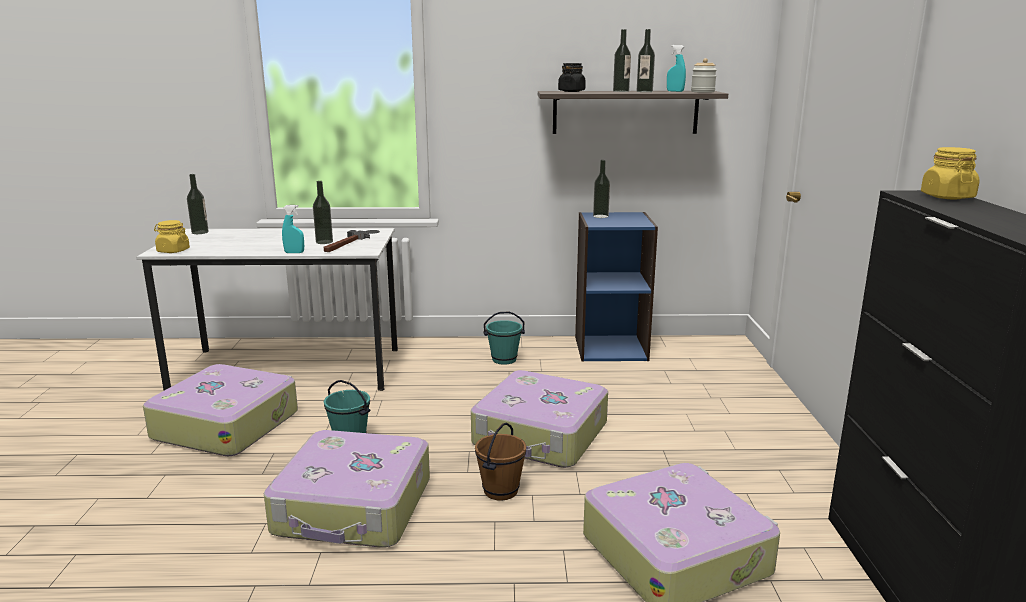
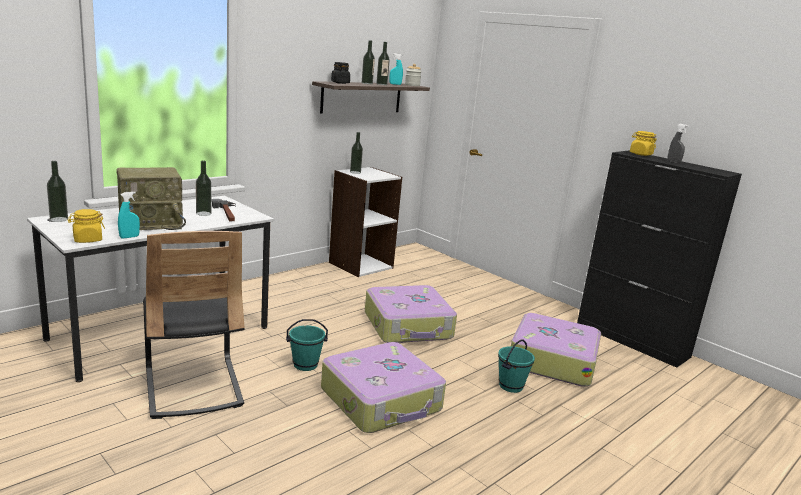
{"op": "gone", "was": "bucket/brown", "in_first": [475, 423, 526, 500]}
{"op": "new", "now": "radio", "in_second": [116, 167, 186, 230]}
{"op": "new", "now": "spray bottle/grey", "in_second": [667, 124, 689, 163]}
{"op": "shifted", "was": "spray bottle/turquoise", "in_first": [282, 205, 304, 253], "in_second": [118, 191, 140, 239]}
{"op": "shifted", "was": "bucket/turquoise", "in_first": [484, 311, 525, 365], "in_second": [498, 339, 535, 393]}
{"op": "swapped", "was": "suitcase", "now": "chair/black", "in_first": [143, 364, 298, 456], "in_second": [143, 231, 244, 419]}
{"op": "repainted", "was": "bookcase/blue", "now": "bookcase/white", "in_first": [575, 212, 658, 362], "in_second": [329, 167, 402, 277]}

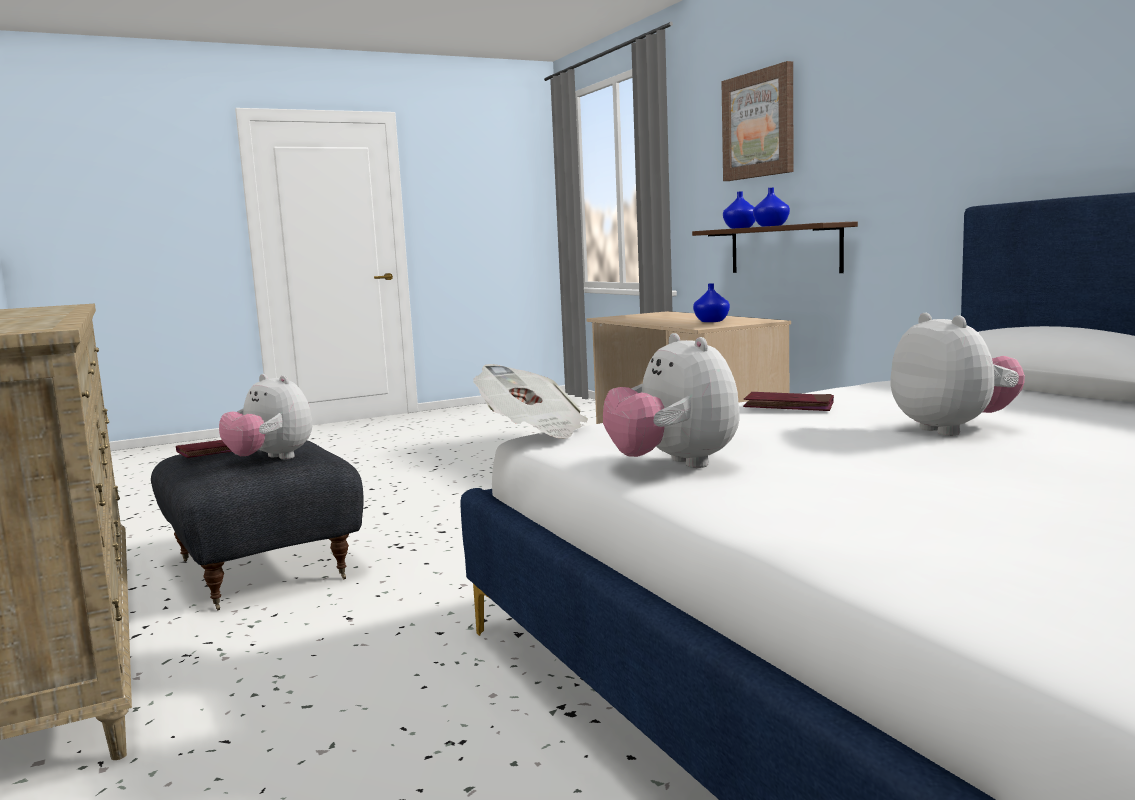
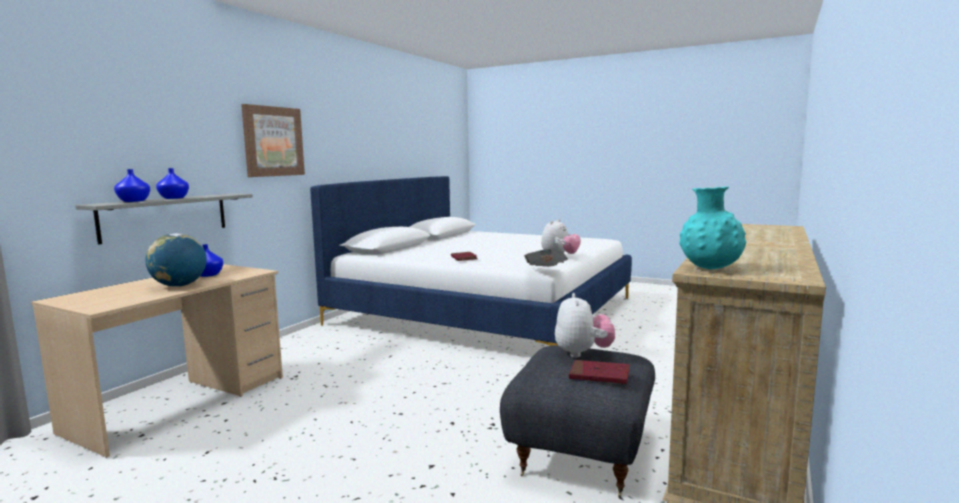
{"op": "gone", "was": "plush toy", "in_first": [890, 313, 1025, 436]}
{"op": "new", "now": "globe", "in_second": [145, 233, 207, 287]}
{"op": "new", "now": "vase/turquoise", "in_second": [679, 186, 746, 269]}
{"op": "shifted", "was": "picture", "in_first": [722, 61, 793, 181], "in_second": [241, 104, 305, 177]}
{"op": "repainted", "was": "shelf/brown", "now": "shelf/grey", "in_first": [692, 221, 858, 273], "in_second": [75, 193, 253, 245]}

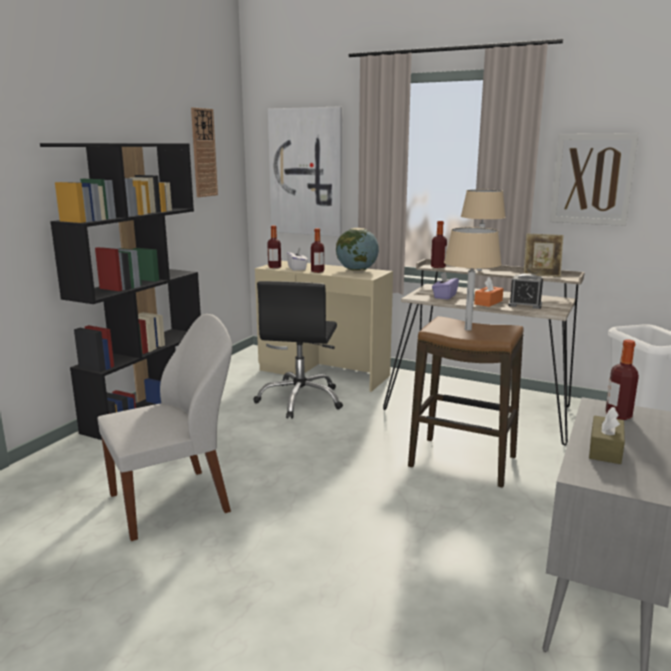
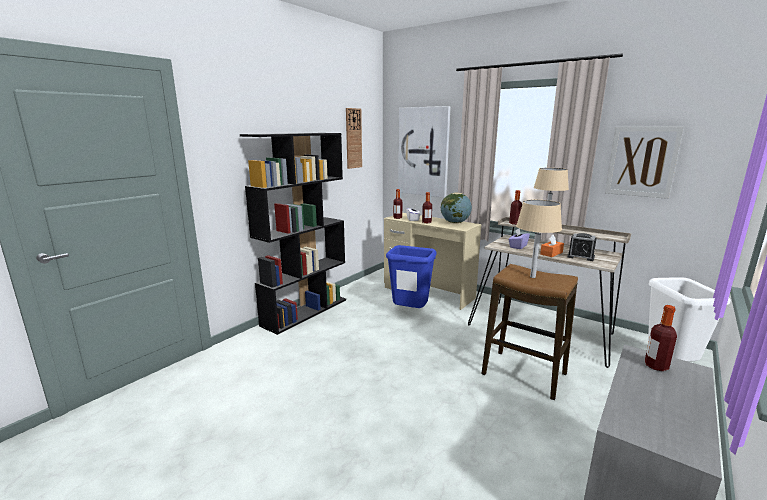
{"op": "gone", "was": "chair/white", "in_first": [98, 314, 232, 541]}
{"op": "gone", "was": "picture frame", "in_first": [524, 234, 564, 277]}
{"op": "gone", "was": "tissue box/brown", "in_first": [589, 407, 625, 464]}
{"op": "swapped", "was": "office chair/black", "now": "trash can/blue", "in_first": [254, 281, 343, 419], "in_second": [386, 245, 436, 308]}

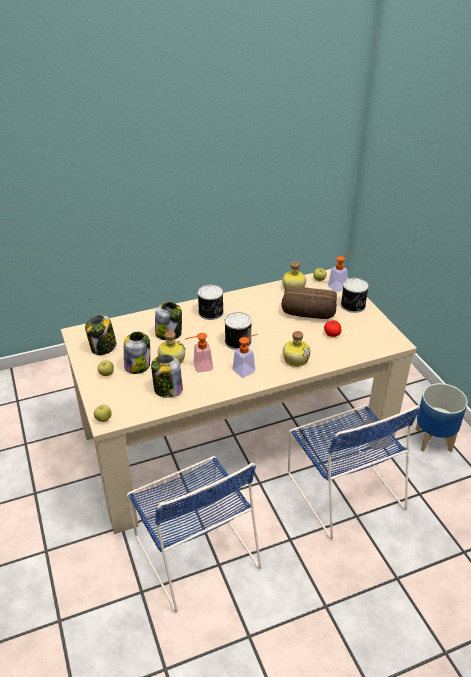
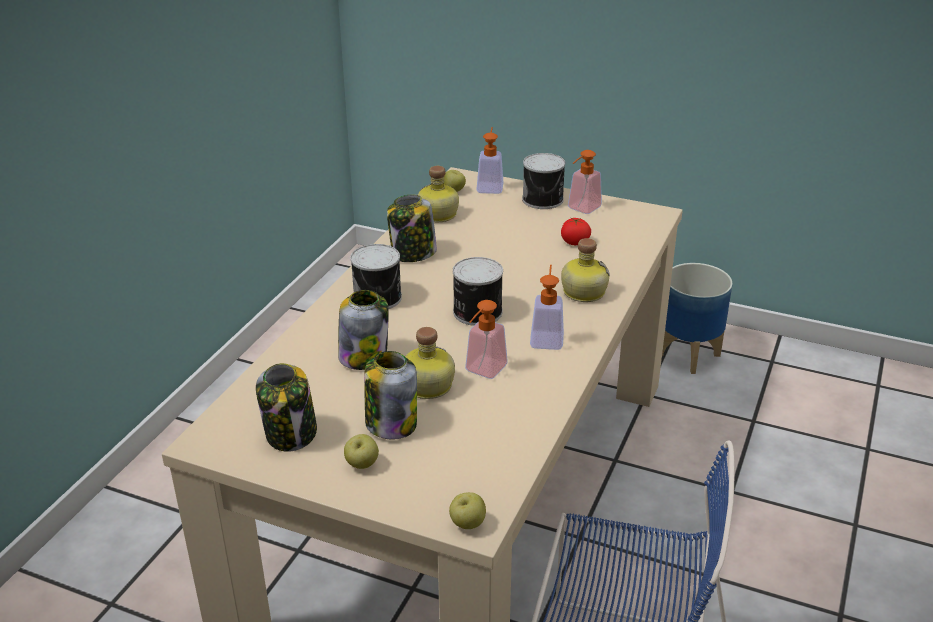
{"op": "gone", "was": "bread", "in_first": [282, 286, 337, 319]}
{"op": "gone", "was": "chair/blue", "in_first": [288, 405, 420, 539]}
{"op": "new", "now": "soap dispenser", "in_second": [568, 150, 602, 214]}
{"op": "shifted", "was": "jar", "in_first": [151, 354, 183, 398], "in_second": [387, 194, 437, 262]}

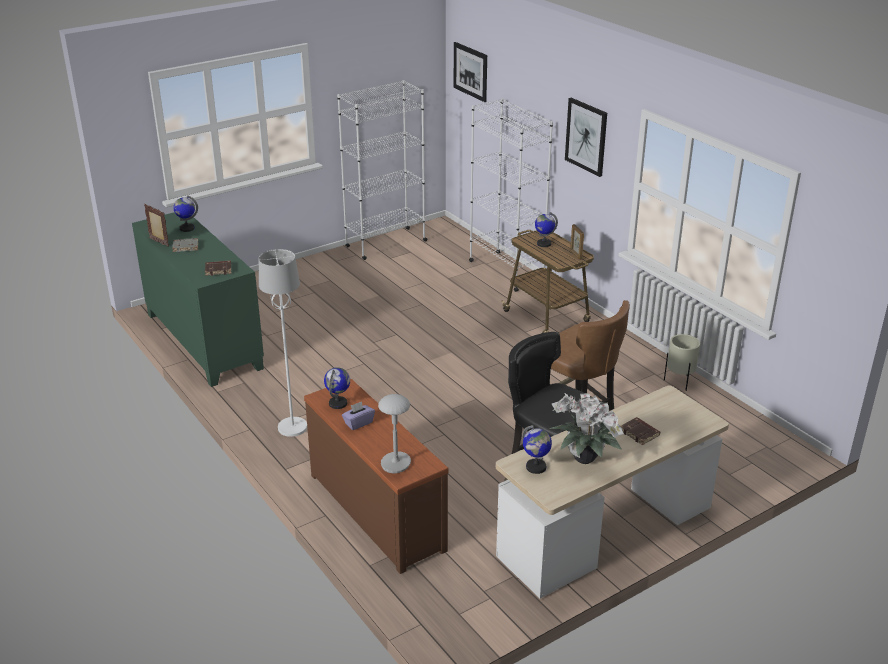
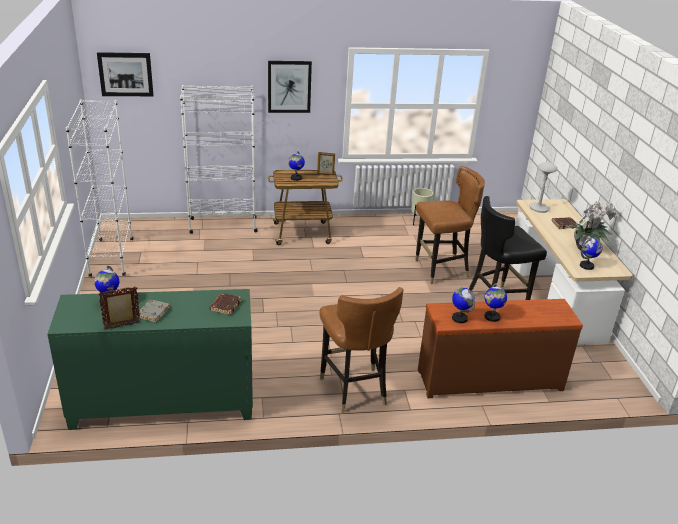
{"op": "shifted", "was": "table lamp/grey", "in_first": [378, 394, 411, 474], "in_second": [529, 162, 558, 213]}
{"op": "swapped", "was": "floor lamp/white", "now": "chair/brown", "in_first": [259, 249, 307, 437], "in_second": [320, 287, 404, 413]}
{"op": "swapped", "was": "tissue box/purple", "now": "globe", "in_first": [342, 402, 375, 430], "in_second": [485, 283, 507, 322]}

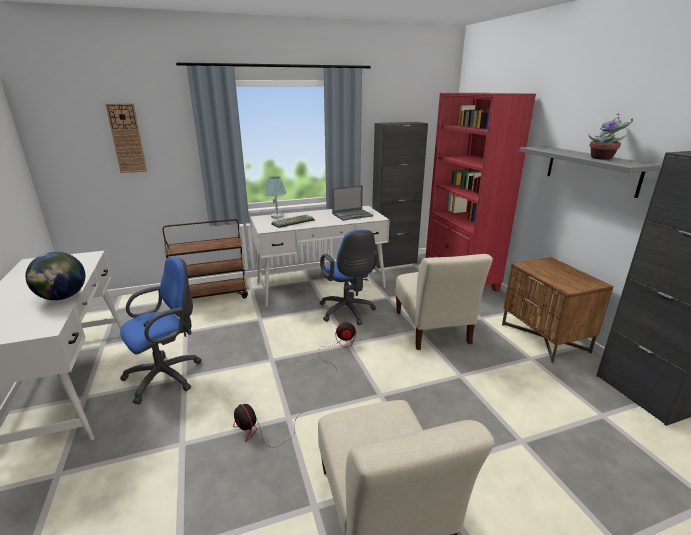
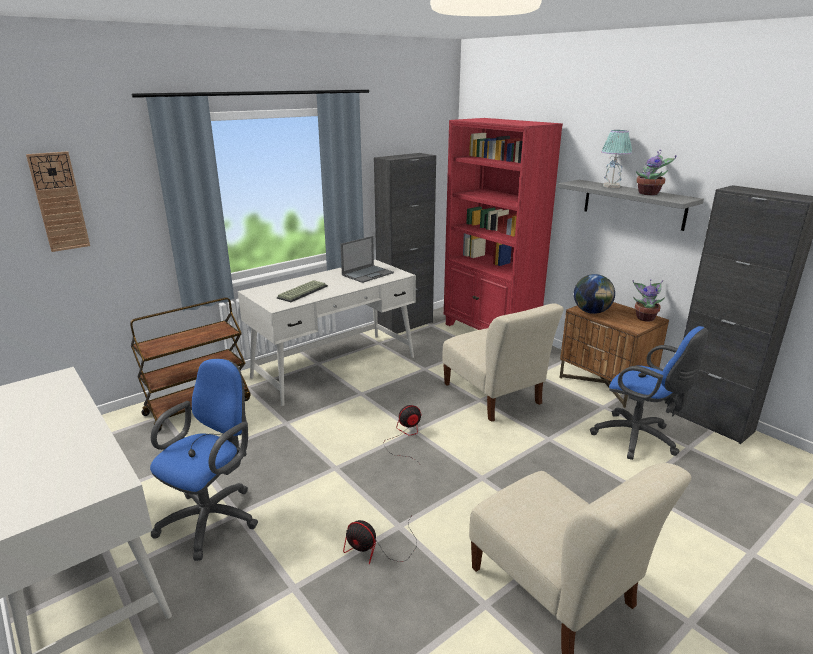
{"op": "new", "now": "potted plant", "in_second": [632, 279, 665, 322]}
{"op": "shifted", "was": "globe", "in_first": [25, 252, 85, 300], "in_second": [574, 274, 615, 314]}
{"op": "shifted", "was": "table lamp", "in_first": [265, 176, 286, 218], "in_second": [601, 130, 632, 188]}
{"op": "shifted", "was": "office chair/blue", "in_first": [320, 230, 378, 325], "in_second": [590, 326, 708, 460]}

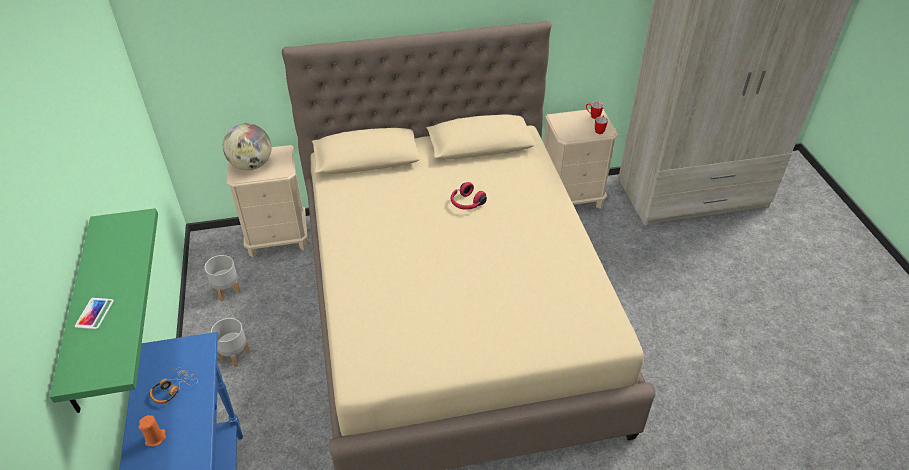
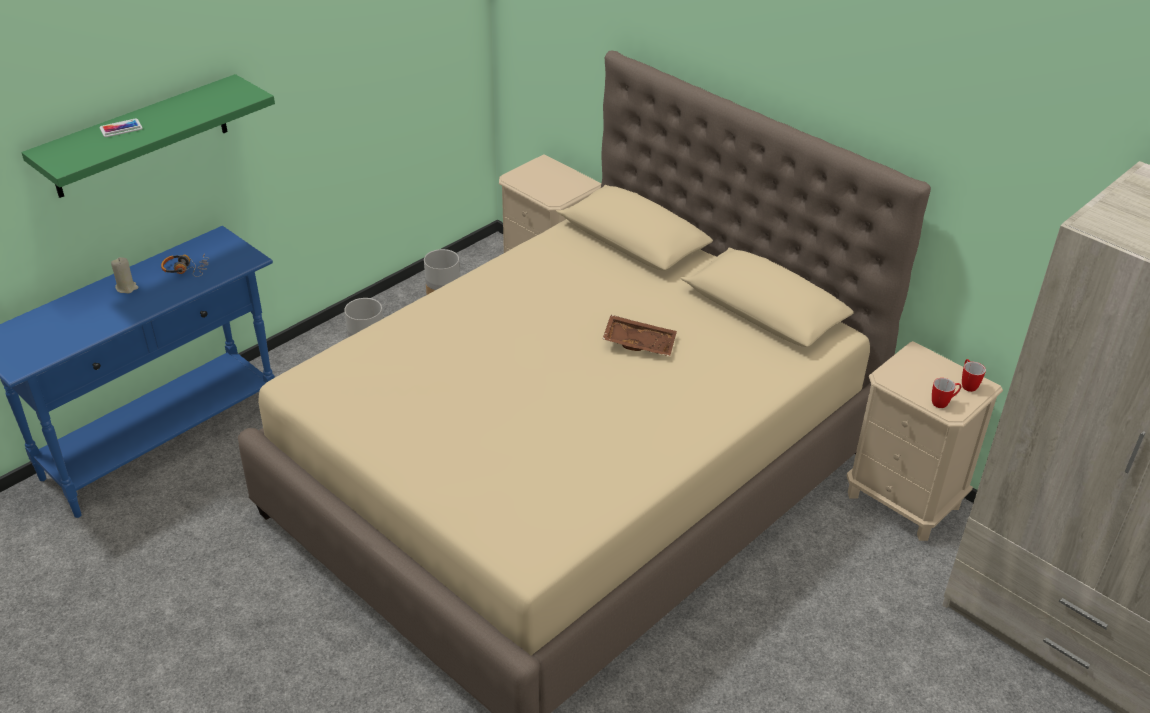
{"op": "gone", "was": "globe", "in_first": [223, 123, 272, 170]}
{"op": "swapped", "was": "headphones/red", "now": "tray/brown", "in_first": [451, 182, 487, 210], "in_second": [603, 315, 677, 357]}
{"op": "repainted", "was": "candle/orange", "now": "candle/beige", "in_first": [139, 415, 166, 446], "in_second": [111, 257, 138, 293]}

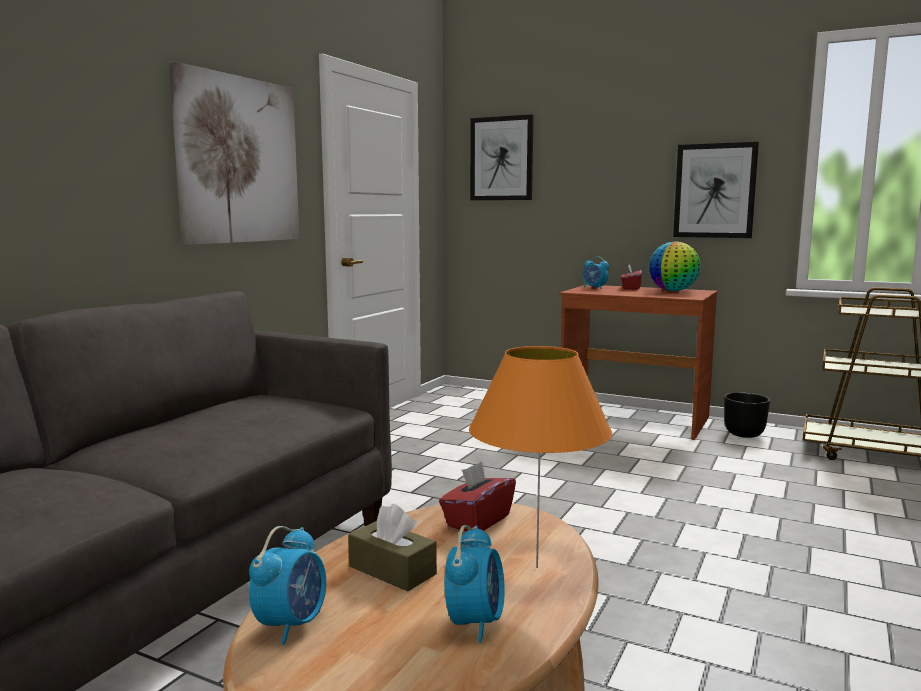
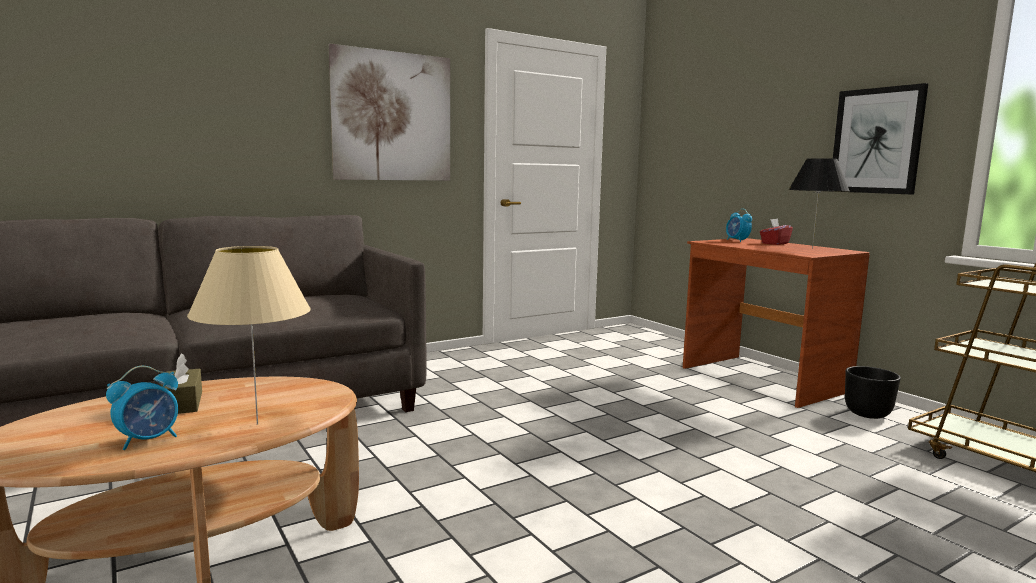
{"op": "gone", "was": "alarm clock", "in_first": [249, 526, 326, 645]}
{"op": "gone", "was": "tissue box/red", "in_first": [439, 461, 516, 532]}
{"op": "gone", "was": "picture", "in_first": [470, 114, 534, 200]}
{"op": "swapped", "was": "globe", "now": "table lamp/black", "in_first": [649, 241, 700, 291], "in_second": [788, 158, 849, 249]}
{"op": "repainted", "was": "table lamp/orange", "now": "table lamp/beige", "in_first": [469, 346, 612, 568], "in_second": [187, 246, 311, 425]}

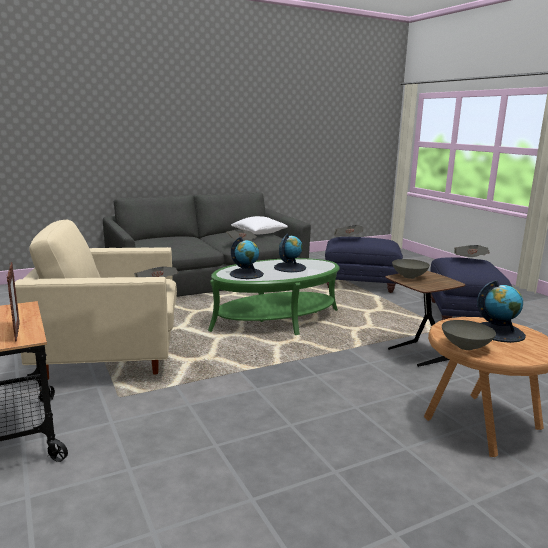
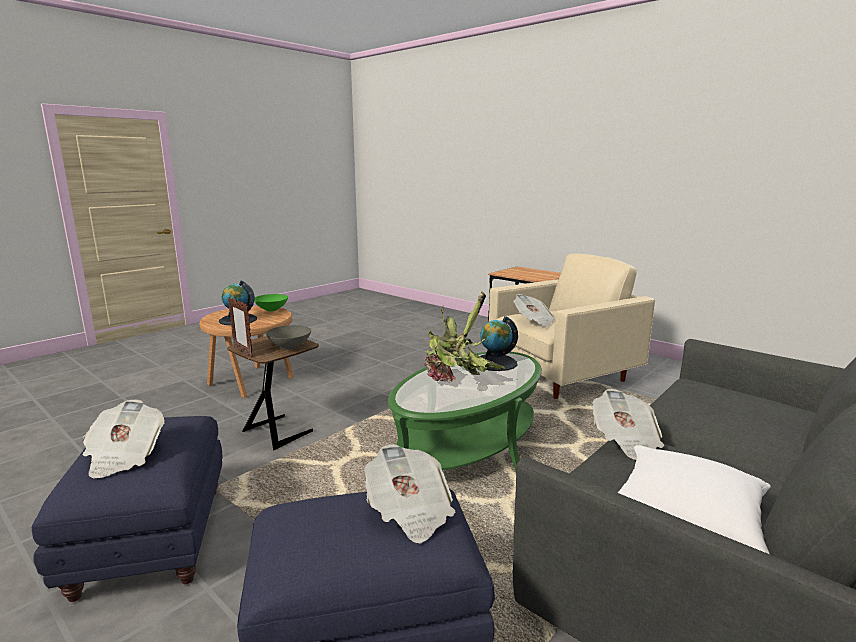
{"op": "shifted", "was": "picture frame", "in_first": [6, 262, 20, 342], "in_second": [228, 297, 253, 357]}
{"op": "swapped", "was": "globe", "now": "potted plant", "in_first": [274, 234, 306, 272], "in_second": [424, 291, 505, 383]}
{"op": "repainted", "was": "bowl/grey", "now": "bowl/green", "in_first": [442, 320, 496, 350], "in_second": [254, 294, 288, 311]}

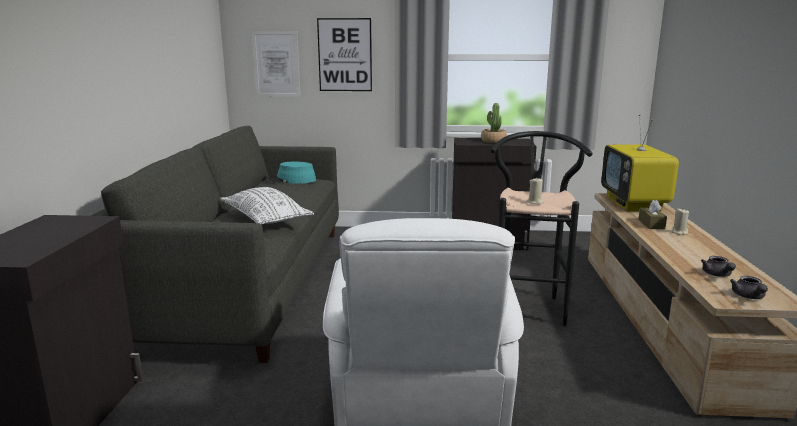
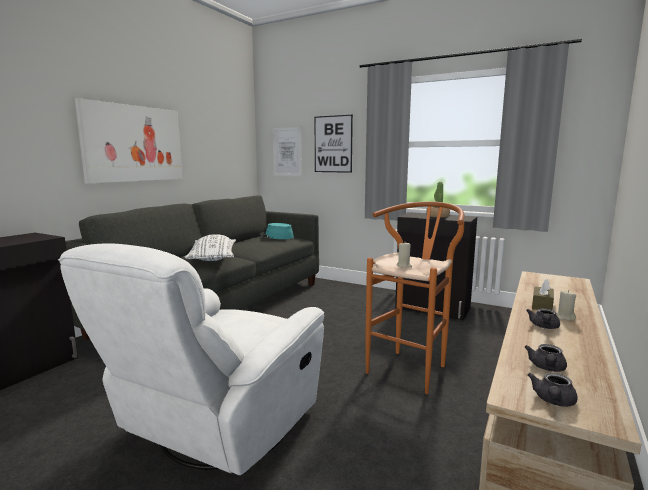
{"op": "gone", "was": "television", "in_first": [601, 115, 679, 211]}
{"op": "new", "now": "picture", "in_second": [75, 98, 182, 184]}
{"op": "new", "now": "teapot/grey", "in_second": [526, 308, 560, 329]}
{"op": "repainted", "was": "stool/black", "now": "stool/orange", "in_first": [490, 131, 593, 326], "in_second": [365, 201, 465, 394]}

